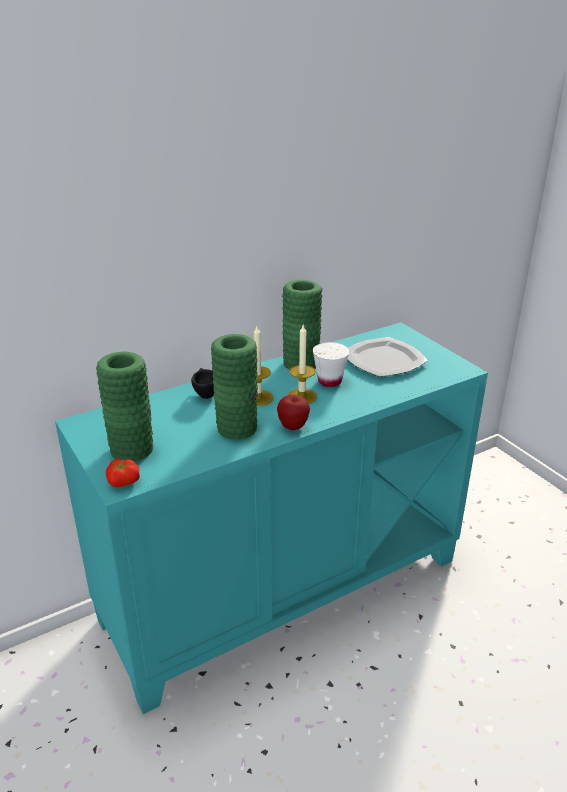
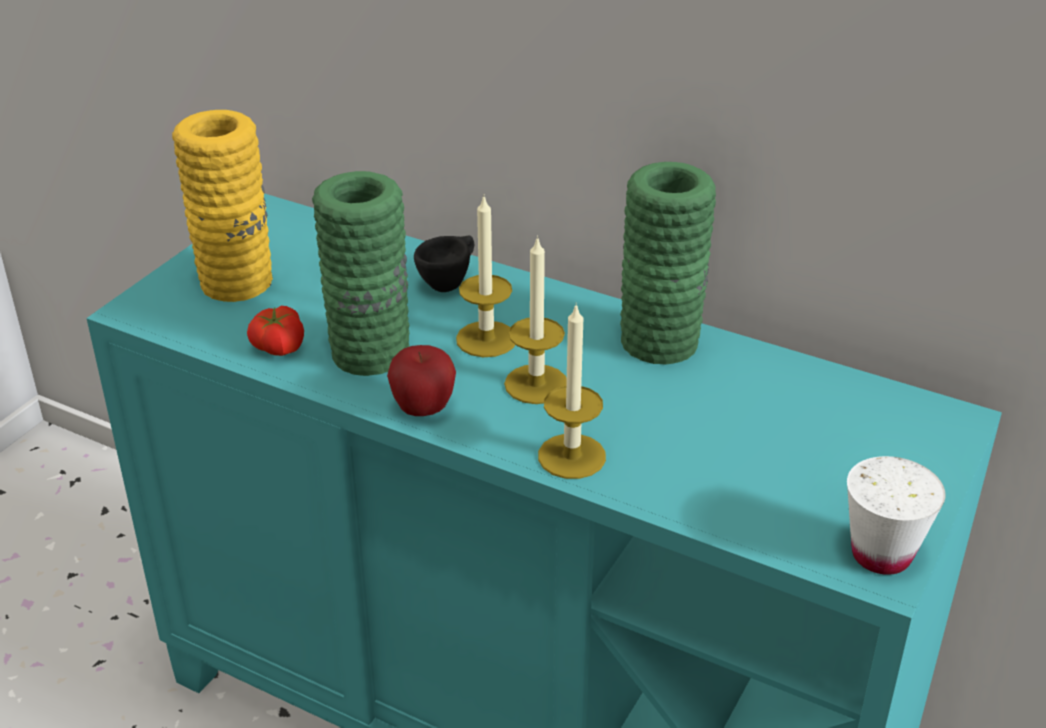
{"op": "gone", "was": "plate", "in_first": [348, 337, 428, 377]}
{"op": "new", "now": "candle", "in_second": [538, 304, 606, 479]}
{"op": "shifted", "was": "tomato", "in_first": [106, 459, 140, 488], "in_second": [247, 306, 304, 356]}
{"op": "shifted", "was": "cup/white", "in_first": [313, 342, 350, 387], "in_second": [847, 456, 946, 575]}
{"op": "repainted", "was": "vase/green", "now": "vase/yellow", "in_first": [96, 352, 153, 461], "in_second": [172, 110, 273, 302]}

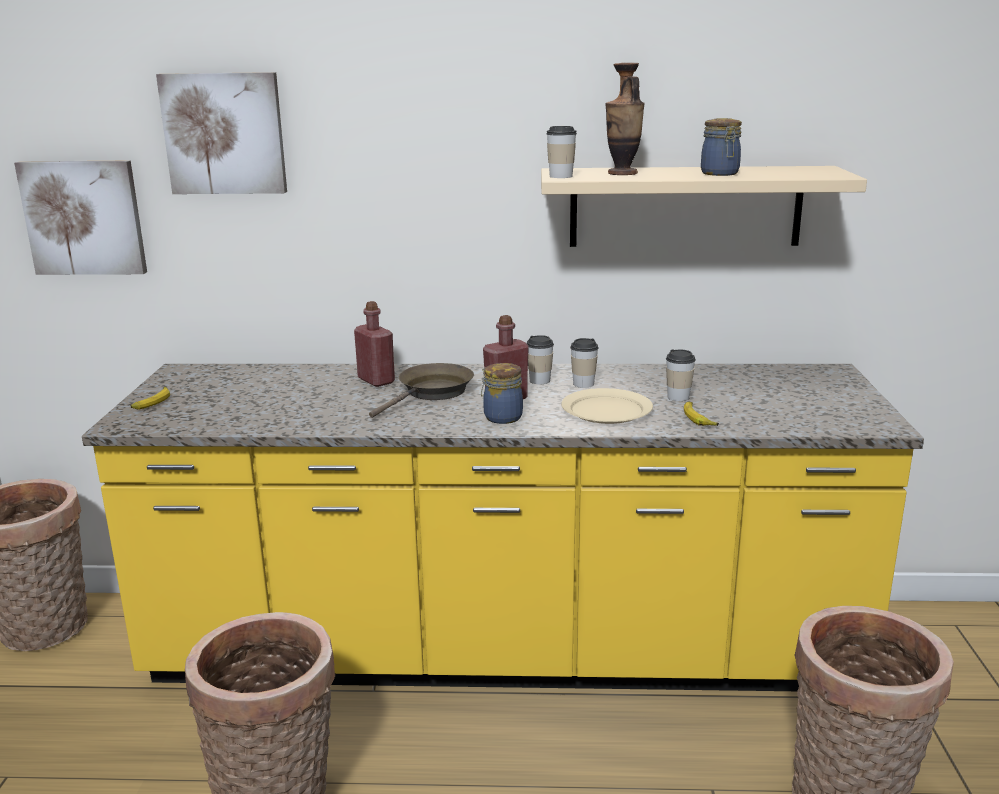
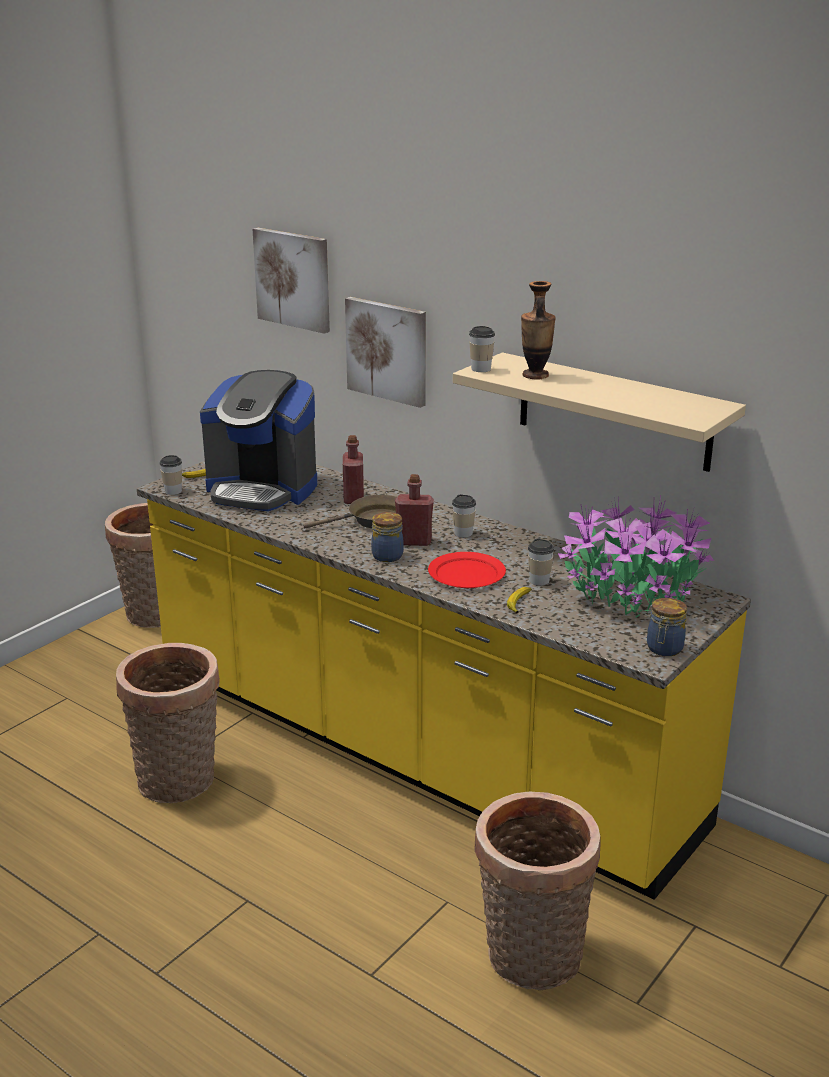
{"op": "new", "now": "coffee machine", "in_second": [200, 370, 317, 511]}
{"op": "new", "now": "potted plant", "in_second": [558, 496, 714, 618]}
{"op": "shifted", "was": "picture", "in_first": [14, 160, 147, 275], "in_second": [345, 297, 426, 408]}
{"op": "shifted", "was": "cup", "in_first": [570, 338, 599, 388], "in_second": [159, 455, 182, 495]}
{"op": "shifted", "was": "jar", "in_first": [701, 118, 742, 176], "in_second": [647, 598, 687, 656]}
{"op": "repainted", "was": "plate/beige", "now": "plate/red", "in_first": [561, 388, 653, 424], "in_second": [428, 552, 506, 588]}

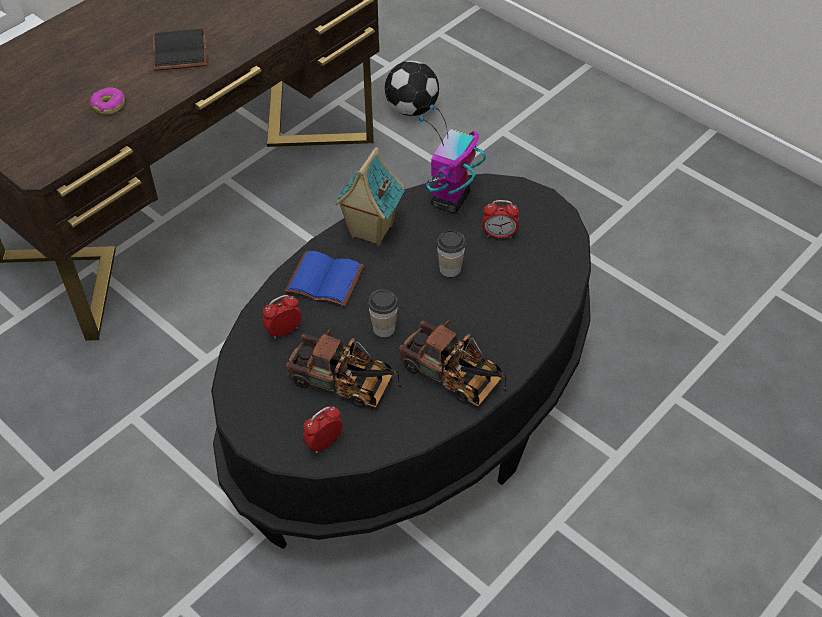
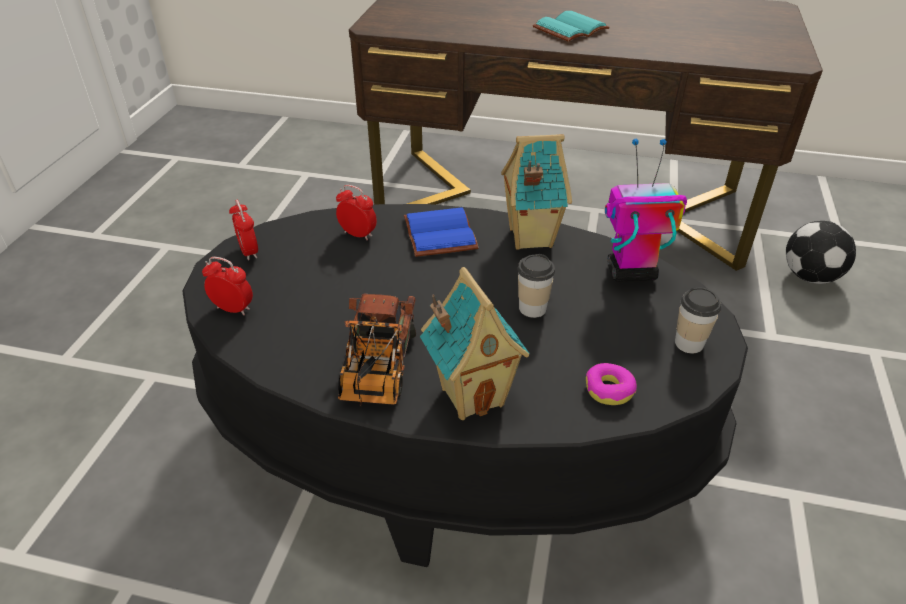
{"op": "gone", "was": "toy truck", "in_first": [286, 328, 402, 408]}
{"op": "new", "now": "toy house", "in_second": [420, 267, 530, 420]}
{"op": "shifted", "was": "donut", "in_first": [90, 88, 125, 114], "in_second": [586, 363, 637, 405]}
{"op": "shifted", "was": "cup", "in_first": [368, 290, 398, 337], "in_second": [675, 288, 722, 353]}
{"op": "shifted", "was": "alarm clock", "in_first": [482, 200, 519, 238], "in_second": [229, 200, 258, 260]}
{"op": "repainted", "was": "book/black", "now": "book/turquoise", "in_first": [153, 29, 207, 71], "in_second": [533, 11, 610, 42]}

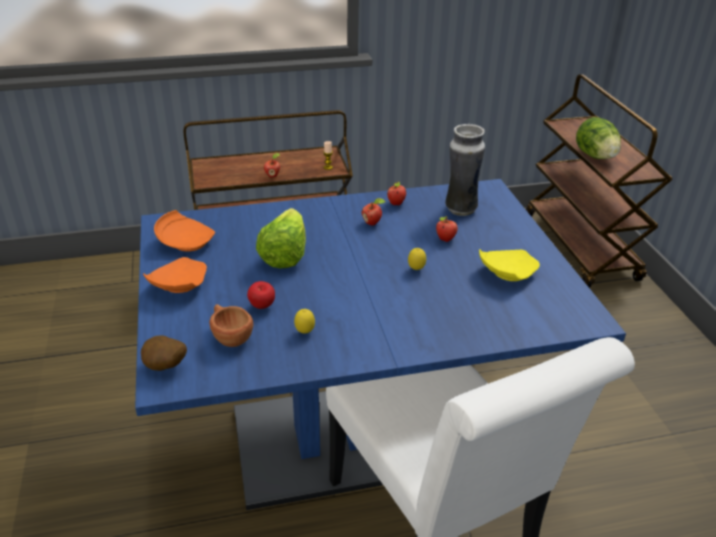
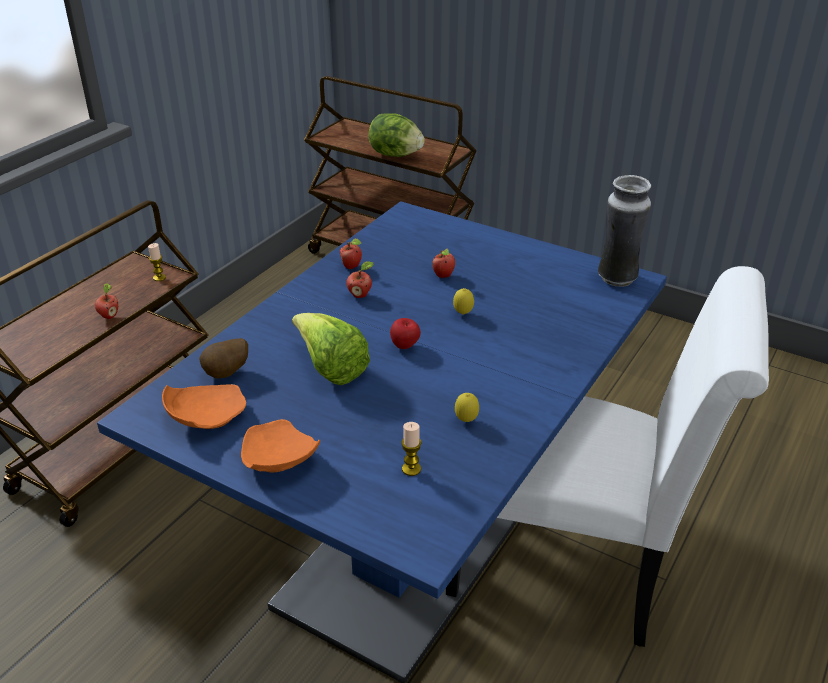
{"op": "gone", "was": "plate/yellow", "in_first": [479, 249, 540, 281]}
{"op": "shifted", "was": "potato", "in_first": [141, 335, 187, 371], "in_second": [199, 338, 248, 378]}
{"op": "shifted", "was": "apple", "in_first": [247, 281, 275, 309], "in_second": [390, 318, 421, 349]}
{"op": "shifted", "was": "vase", "in_first": [445, 124, 485, 216], "in_second": [598, 175, 651, 287]}
{"op": "swapped", "was": "cup/brown", "now": "candle", "in_first": [209, 304, 253, 347], "in_second": [401, 422, 422, 476]}

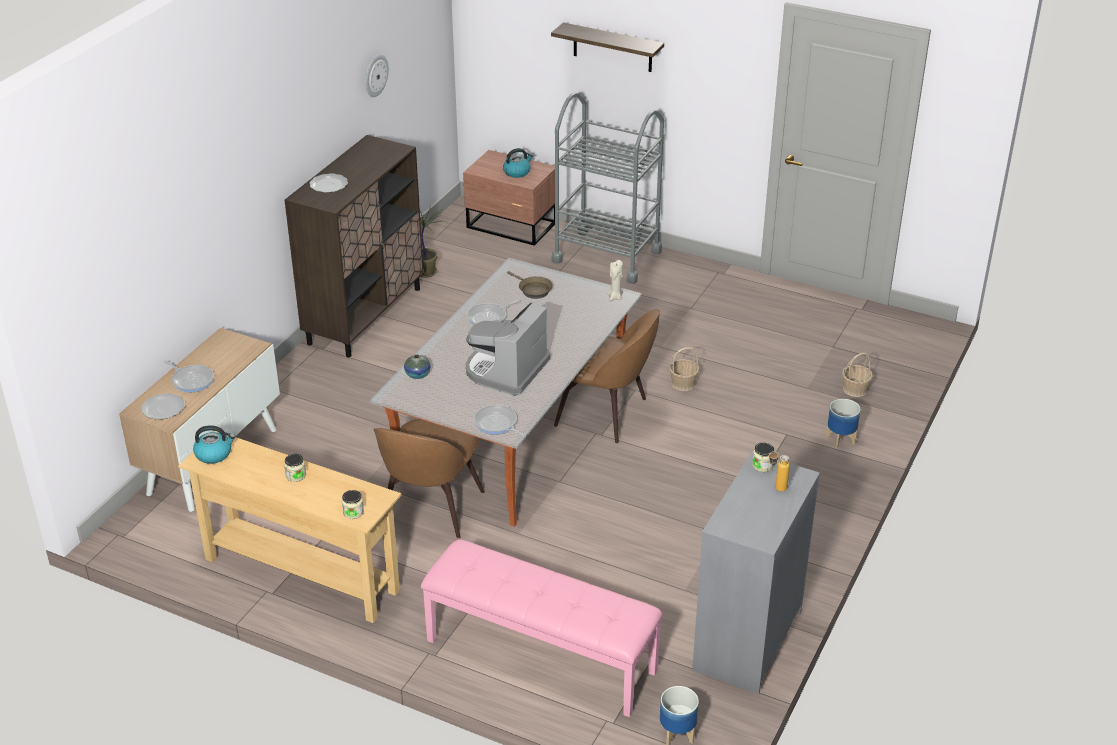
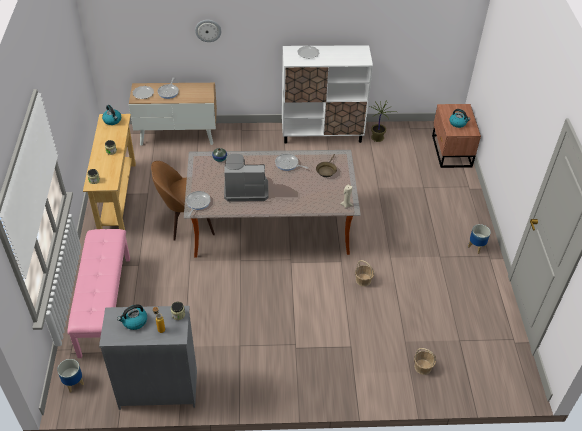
{"op": "gone", "was": "shelf", "in_first": [551, 22, 664, 72]}
{"op": "gone", "was": "cart/grey", "in_first": [552, 93, 664, 284]}
{"op": "gone", "was": "chair/brown", "in_first": [554, 309, 660, 443]}
{"op": "new", "now": "kettle", "in_second": [117, 304, 147, 330]}
{"op": "shifted", "was": "wall clock", "in_first": [365, 54, 389, 97], "in_second": [195, 20, 221, 42]}
{"op": "shifted", "was": "planter", "in_first": [826, 399, 861, 449], "in_second": [468, 224, 491, 254]}
{"op": "repainted", "was": "cabinet/brown", "now": "cabinet/white", "in_first": [284, 135, 424, 357], "in_second": [282, 45, 373, 144]}

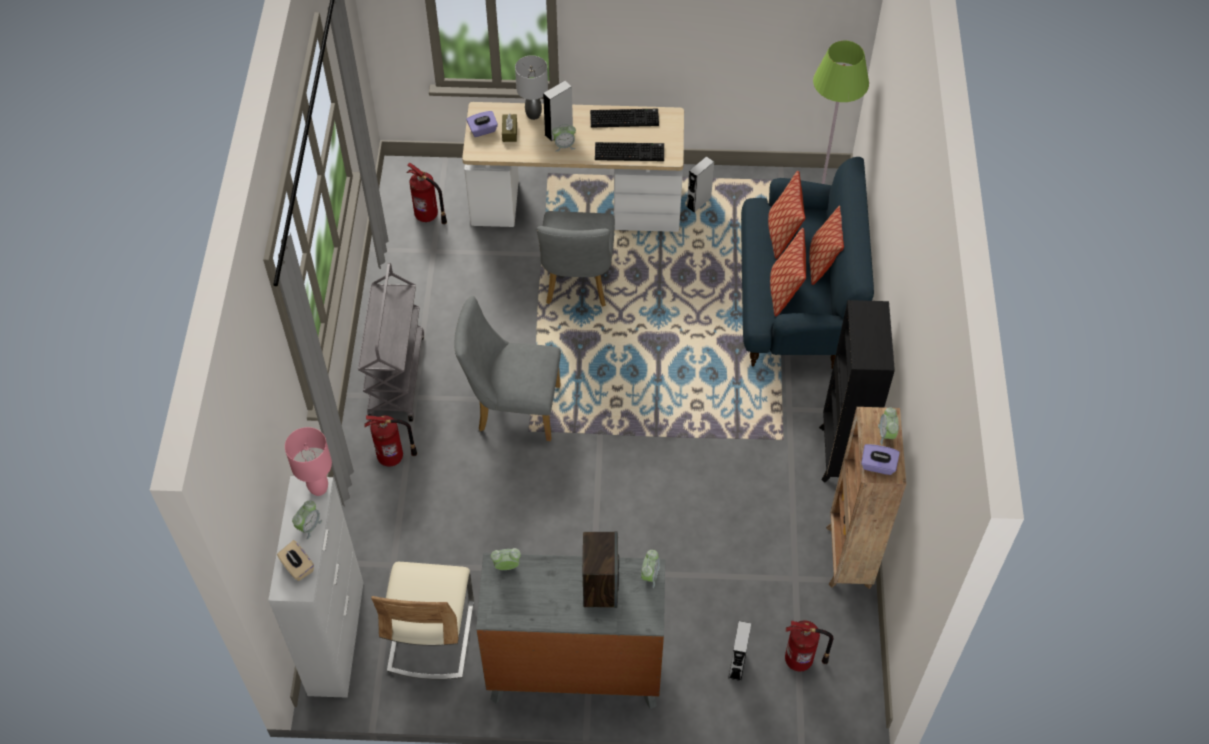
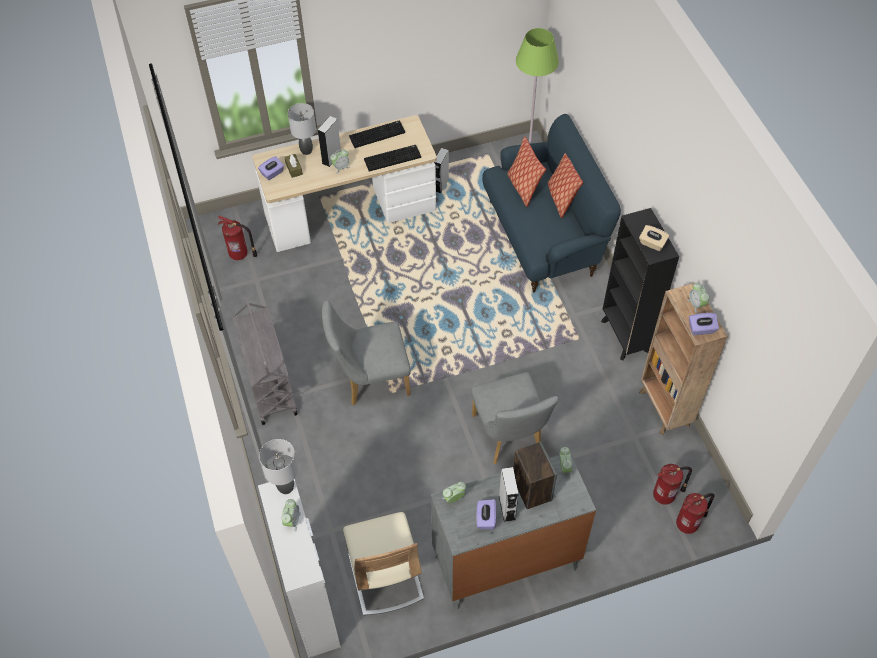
{"op": "gone", "was": "pillow", "in_first": [770, 228, 806, 316]}
{"op": "new", "now": "tissue box/purple", "in_second": [477, 499, 496, 530]}
{"op": "shifted", "was": "tissue box/beige", "in_first": [277, 540, 314, 581], "in_second": [639, 225, 670, 251]}
{"op": "shifted", "was": "fire extinguisher", "in_first": [364, 415, 417, 466], "in_second": [676, 493, 714, 534]}
{"op": "shifted", "was": "chair/grey", "in_first": [537, 211, 615, 307], "in_second": [471, 372, 559, 464]}
{"op": "shifted", "was": "speaker/grey", "in_first": [728, 621, 751, 681], "in_second": [499, 467, 519, 522]}
{"op": "repainted", "was": "table lamp/pink", "now": "table lamp/grey", "in_first": [285, 427, 332, 496], "in_second": [259, 439, 298, 494]}

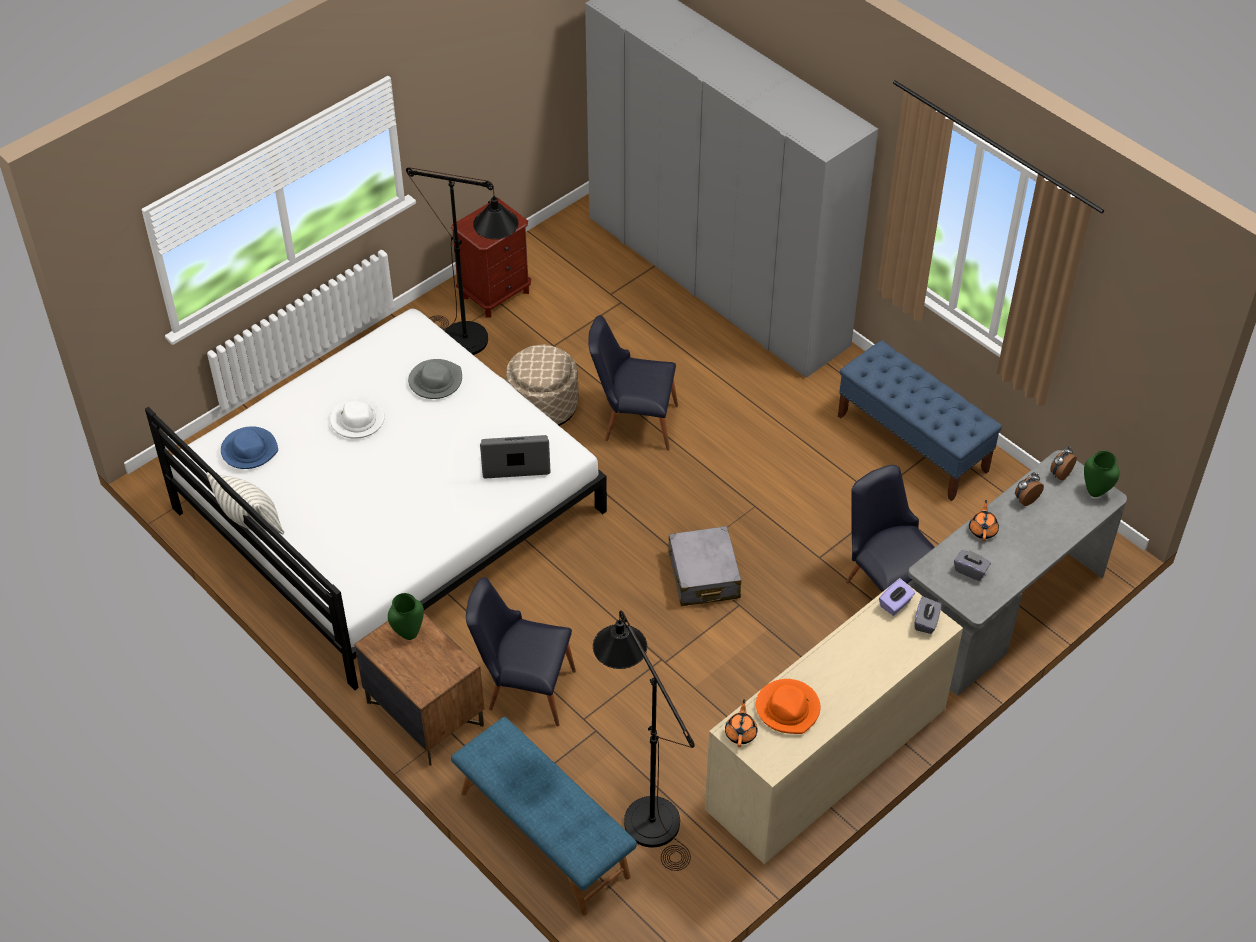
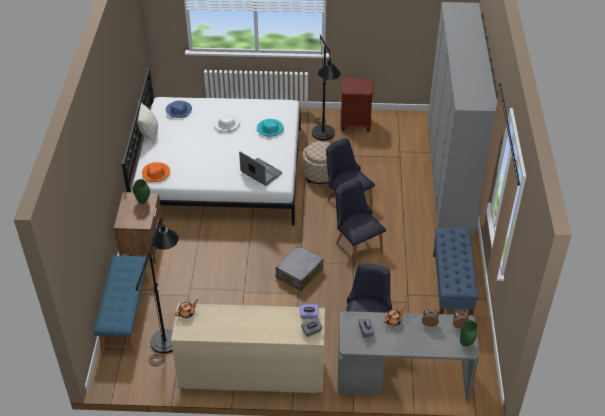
{"op": "shifted", "was": "chair/black", "in_first": [466, 577, 576, 727], "in_second": [336, 180, 386, 266]}
{"op": "shifted", "was": "hat/orange", "in_first": [756, 679, 821, 734], "in_second": [142, 162, 170, 182]}
{"op": "repainted", "was": "hat/grey", "now": "hat/turquoise", "in_first": [408, 359, 462, 399], "in_second": [257, 119, 284, 137]}

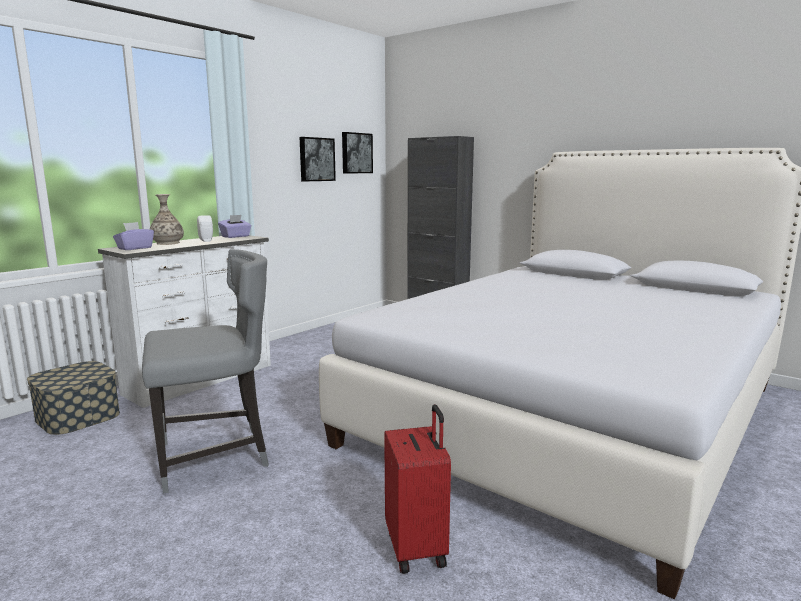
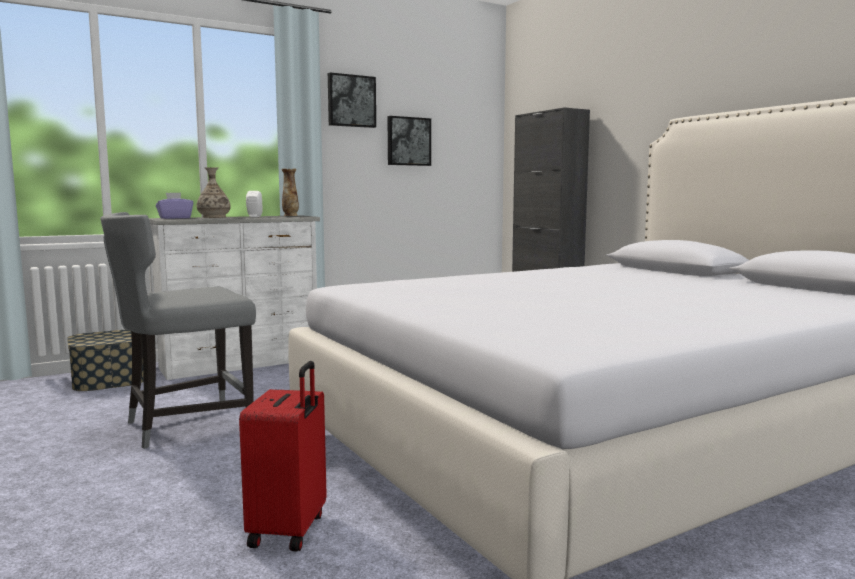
{"op": "shifted", "was": "picture", "in_first": [342, 132, 373, 173], "in_second": [328, 72, 376, 128]}
{"op": "swapped", "was": "tissue box/purple", "now": "vase", "in_first": [218, 215, 252, 238], "in_second": [281, 168, 299, 216]}
{"op": "rotated", "was": "chair/grey", "in_first": [142, 249, 269, 494], "in_second": [101, 212, 256, 449], "clockwise": 150}

